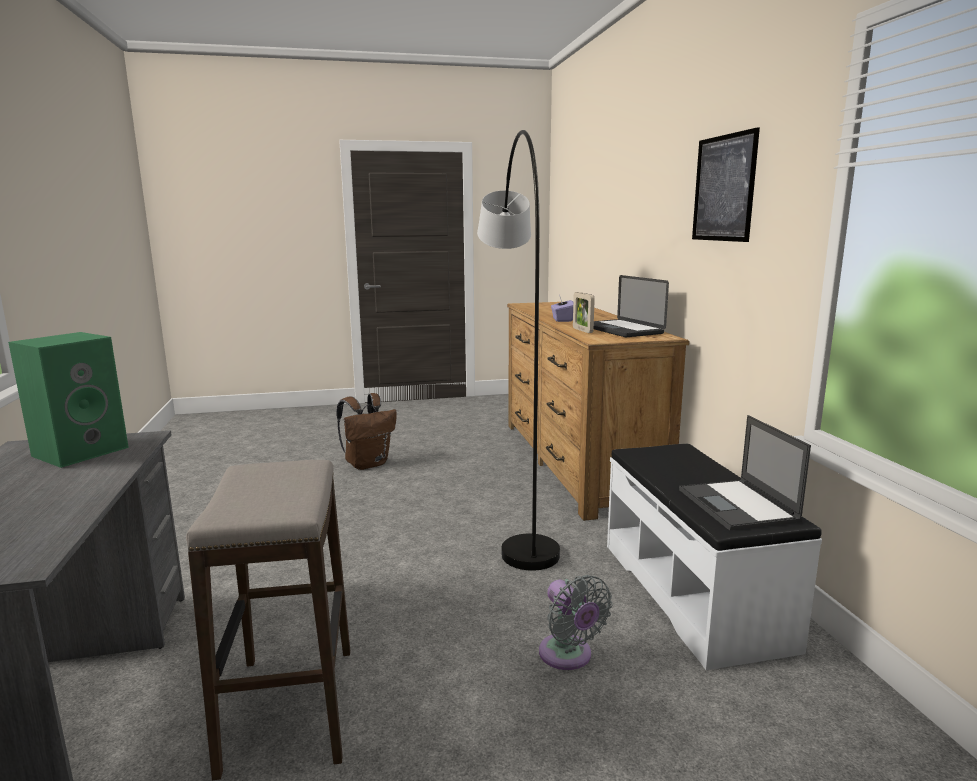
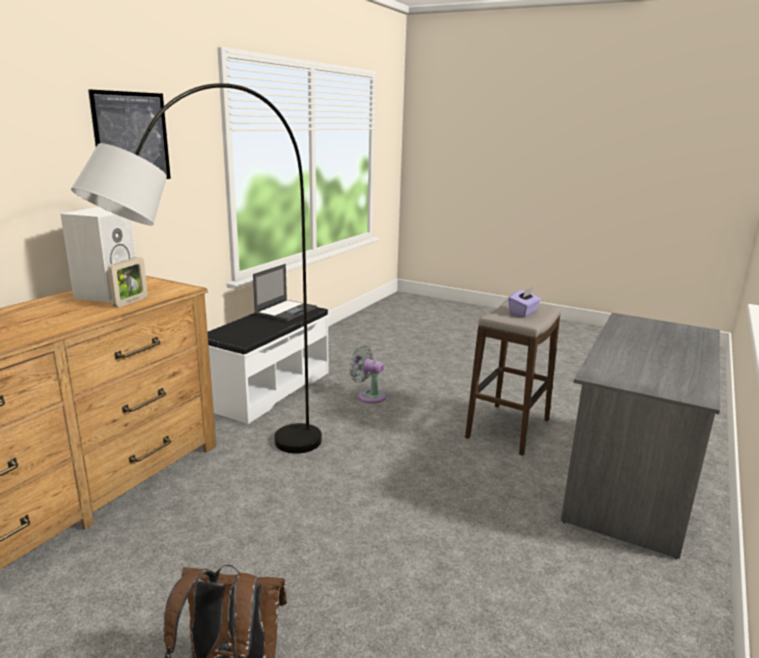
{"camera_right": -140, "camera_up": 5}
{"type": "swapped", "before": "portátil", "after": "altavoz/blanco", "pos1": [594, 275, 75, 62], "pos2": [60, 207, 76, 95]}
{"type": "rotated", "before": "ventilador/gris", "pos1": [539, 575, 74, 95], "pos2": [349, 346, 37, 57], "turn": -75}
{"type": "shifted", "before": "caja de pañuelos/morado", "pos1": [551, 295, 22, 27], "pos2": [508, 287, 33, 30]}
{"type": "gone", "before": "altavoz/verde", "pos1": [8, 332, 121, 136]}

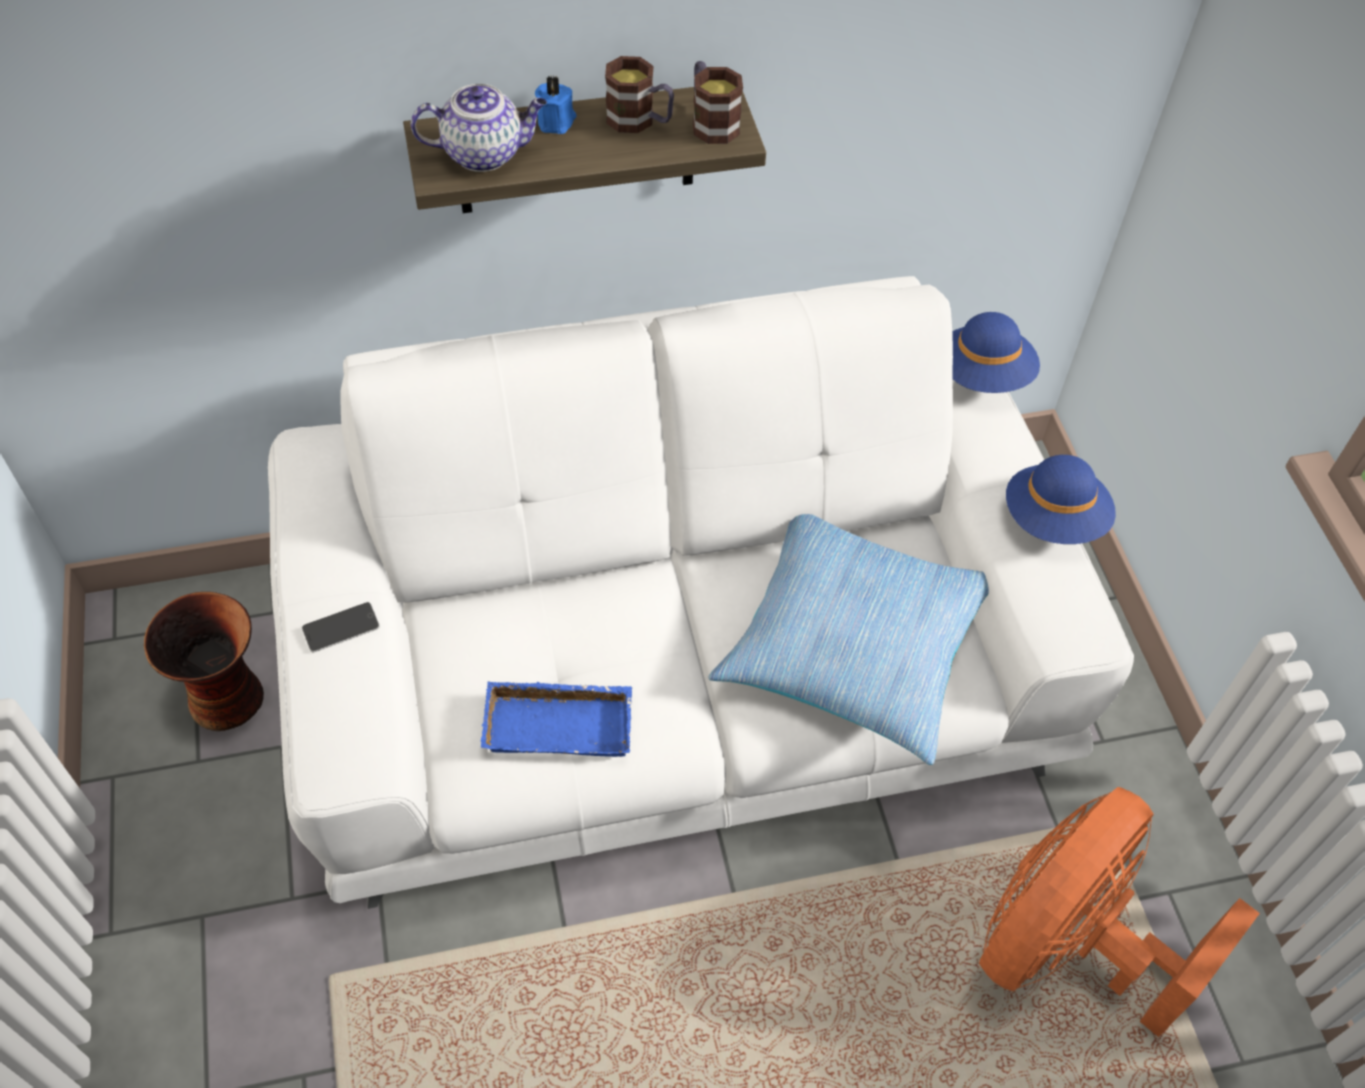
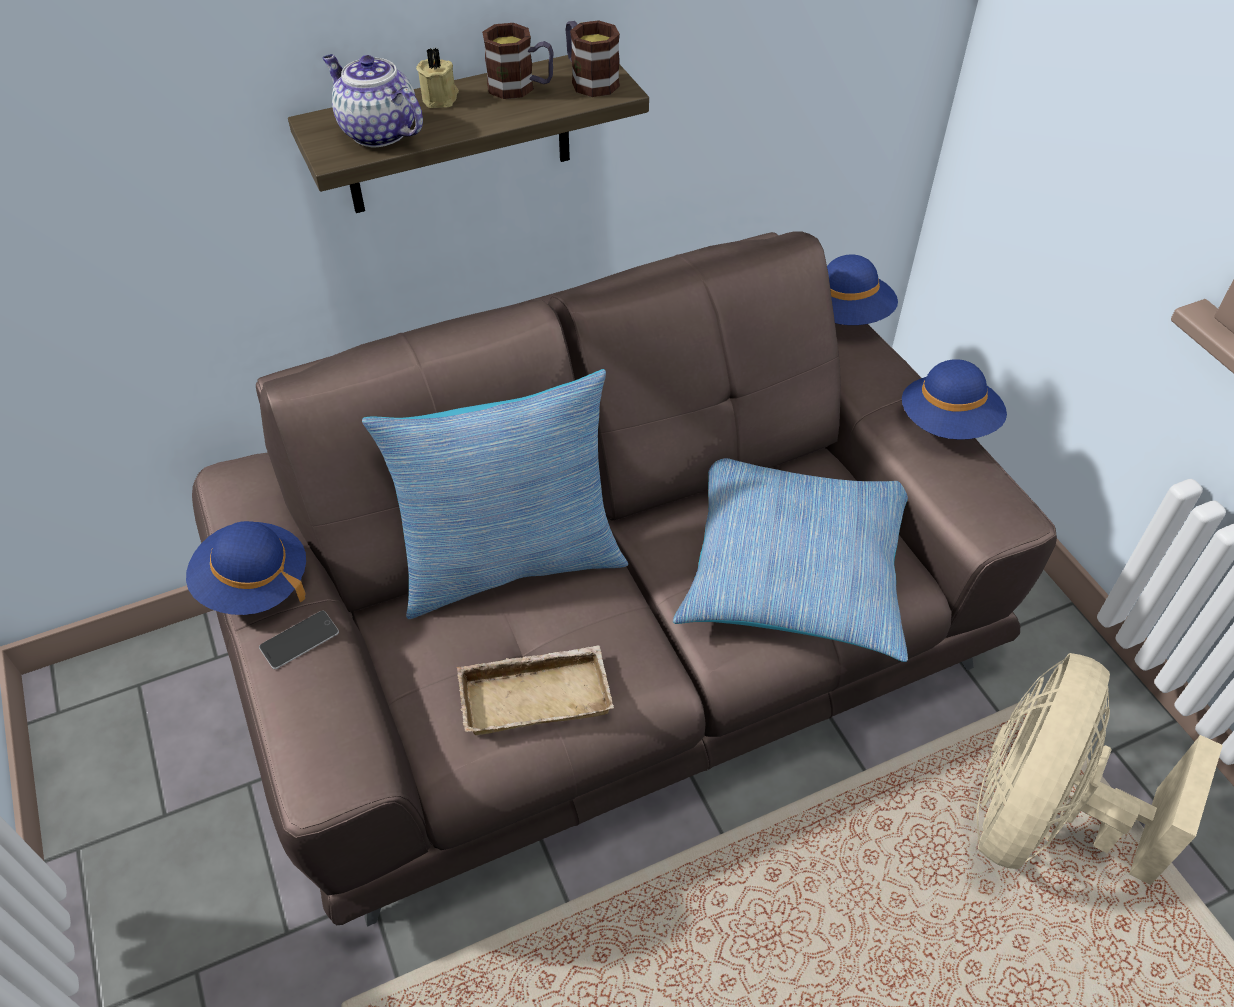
{"camera_right": -10, "camera_up": -5}
{"type": "new", "after": "sombrero/azul", "pos2": [186, 521, 120, 94]}
{"type": "repainted", "before": "sofá/blanco", "after": "sofá/marrón", "pos1": [268, 276, 866, 633], "pos2": [192, 231, 865, 695]}
{"type": "rotated", "before": "tetera", "pos1": [411, 84, 136, 88], "pos2": [322, 54, 101, 93], "turn": -120}
{"type": "new", "after": "cojín", "pos2": [362, 369, 266, 250]}
{"type": "repainted", "before": "vela/azul", "after": "vela/beis", "pos1": [535, 76, 42, 58], "pos2": [416, 48, 43, 60]}
{"type": "repainted", "before": "bandeja/azul", "after": "bandeja/beis", "pos1": [481, 682, 151, 75], "pos2": [457, 645, 157, 90]}
{"type": "repainted", "before": "ventilador/naranja", "after": "ventilador/beis", "pos1": [979, 787, 281, 250], "pos2": [977, 653, 246, 232]}
{"type": "gone", "before": "florero", "pos1": [144, 592, 120, 139]}

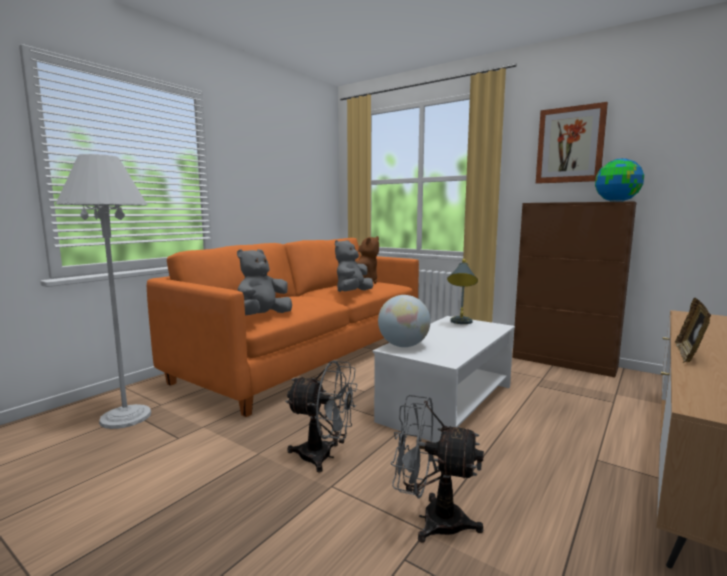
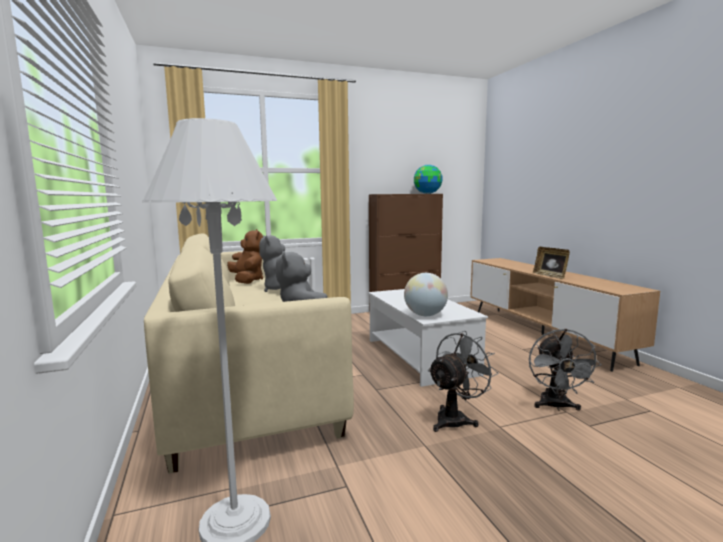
{"camera_right": -55, "camera_up": 0}
{"type": "repainted", "before": "sofá/naranja", "after": "sofá/beis", "pos1": [147, 238, 272, 179], "pos2": [144, 233, 210, 241]}
{"type": "rotated", "before": "ventilador/gris", "pos1": [391, 395, 93, 148], "pos2": [529, 329, 73, 82], "turn": -45}
{"type": "gone", "before": "lámpara de mesa/gris", "pos1": [447, 259, 31, 65]}
{"type": "gone", "before": "cuadro", "pos1": [536, 102, 72, 82]}

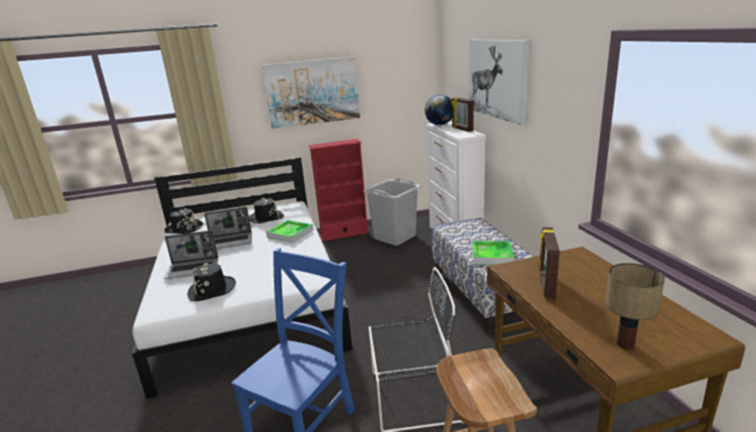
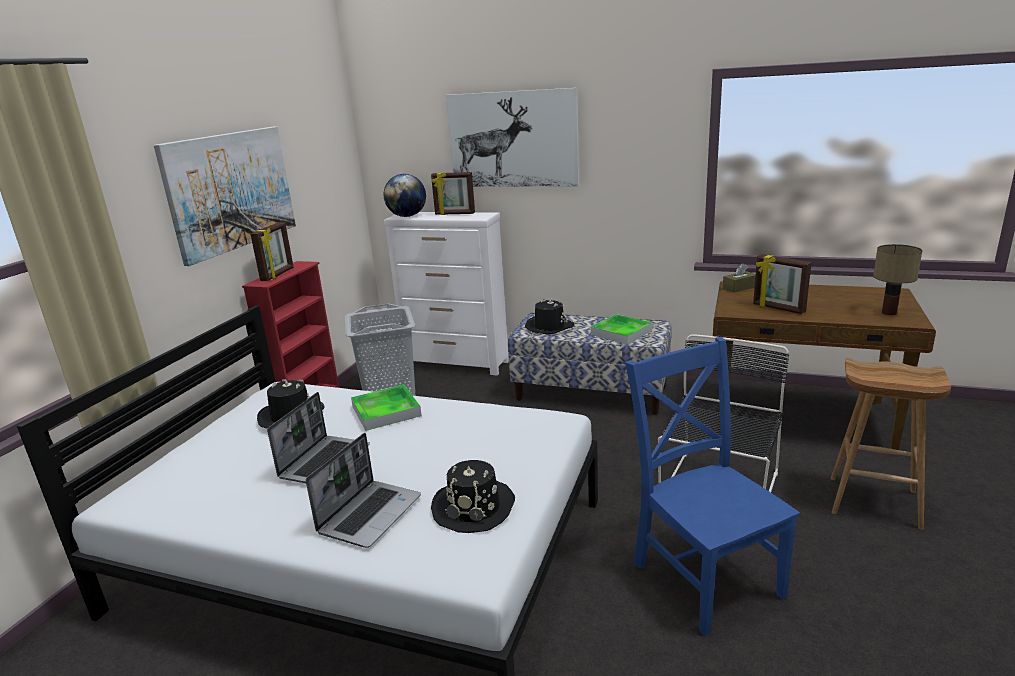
{"camera_right": -55, "camera_up": 0}
{"type": "new", "after": "portarretratos", "pos2": [250, 222, 44, 59]}
{"type": "shifted", "before": "sombrero/negro", "pos1": [164, 208, 39, 26], "pos2": [525, 299, 50, 35]}
{"type": "new", "after": "caja de pañuelos/marrón", "pos2": [723, 263, 33, 30]}

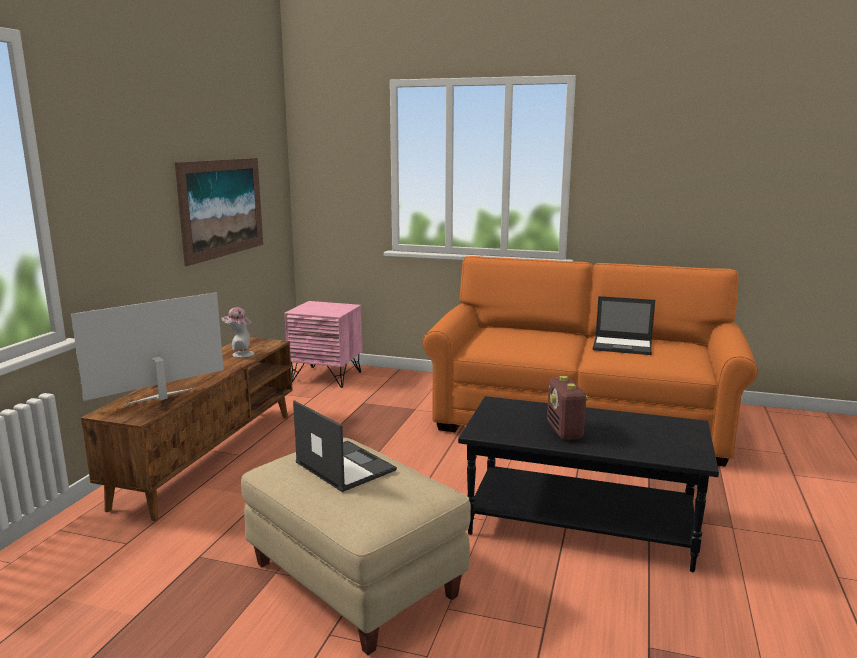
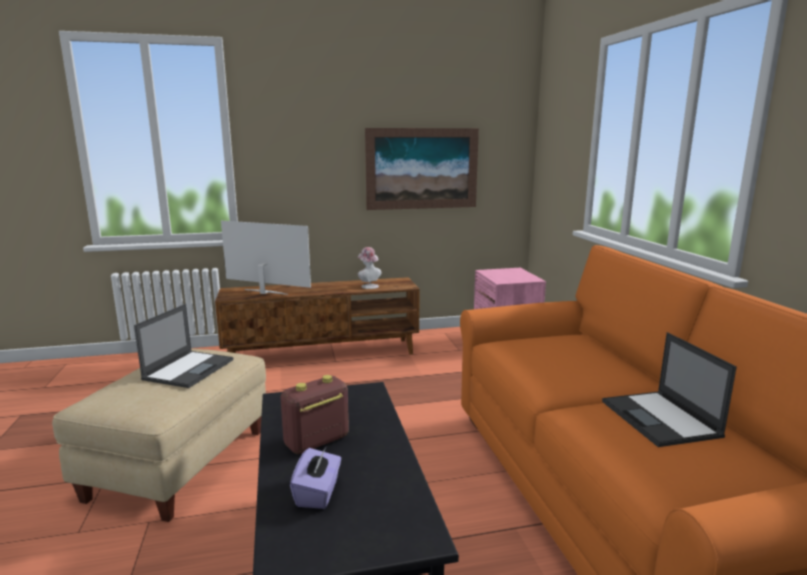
{"camera_right": 60, "camera_up": 0}
{"type": "new", "after": "caja de pañuelos/morado", "pos2": [290, 448, 51, 61]}

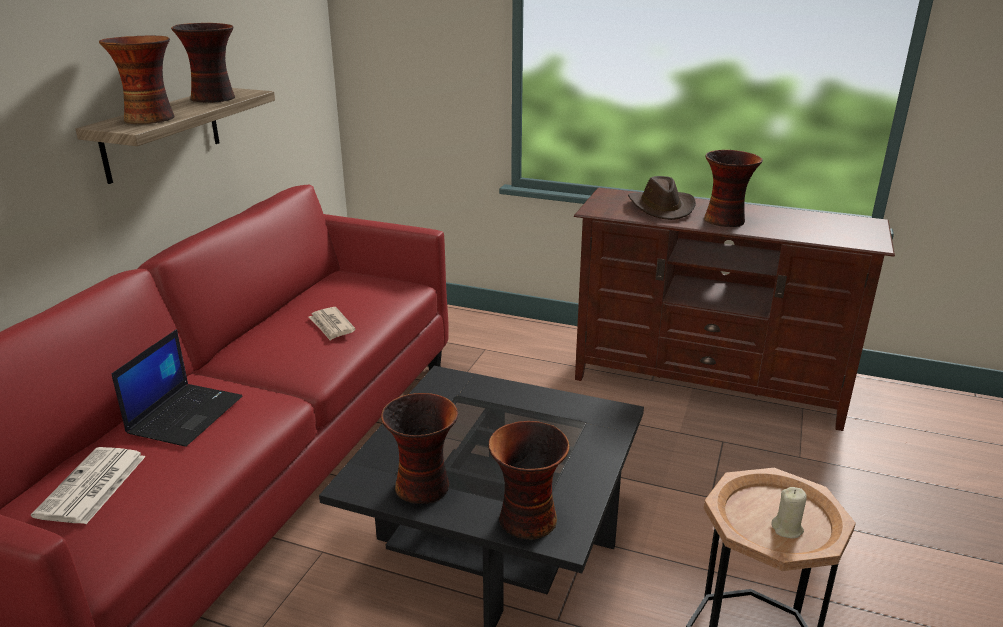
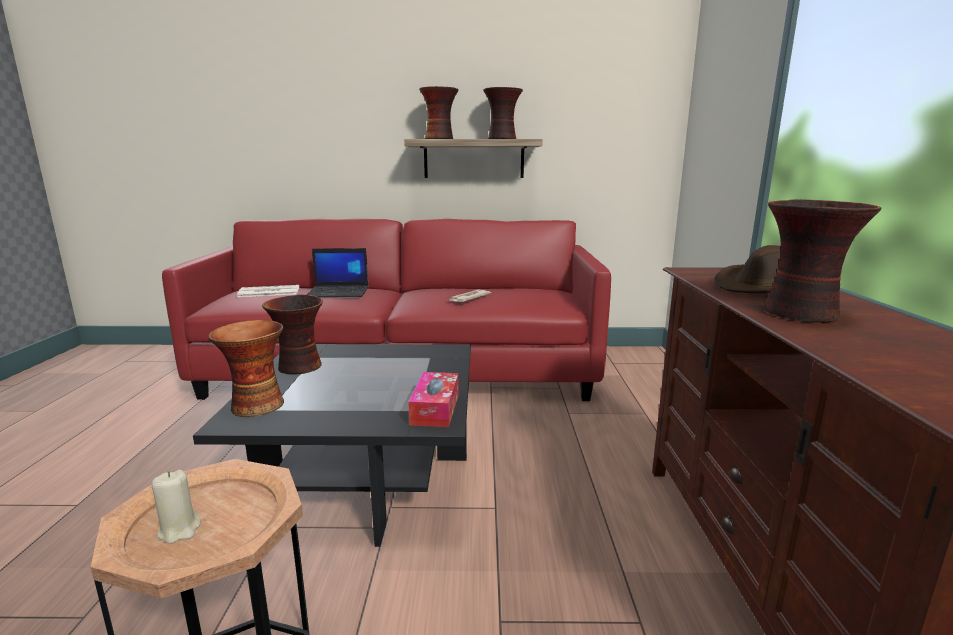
{"camera_right": 70, "camera_up": -10}
{"type": "new", "after": "caja de pañuelos", "pos2": [408, 372, 51, 55]}

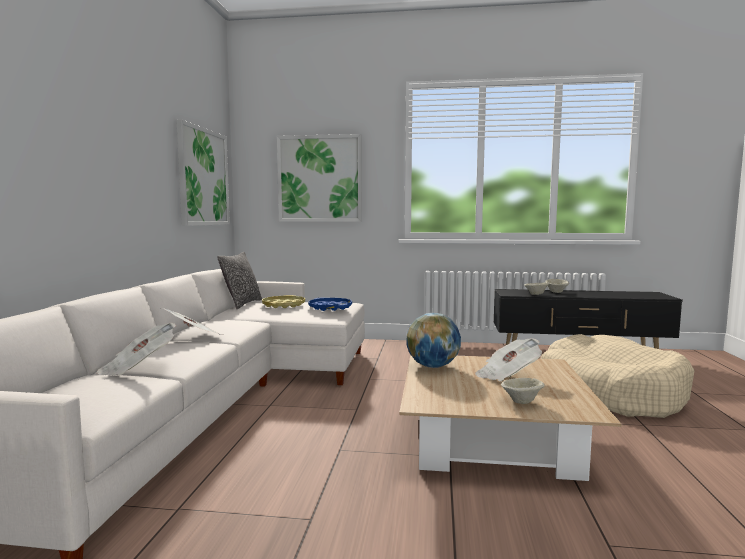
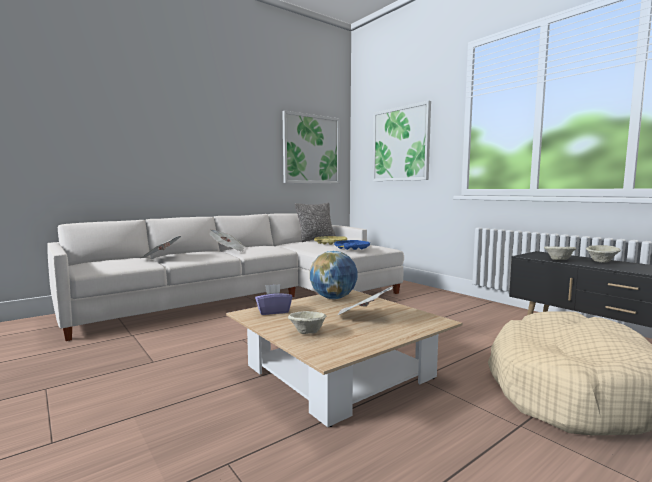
{"camera_right": 45, "camera_up": 0}
{"type": "new", "after": "caja de pañuelos/morado", "pos2": [255, 284, 37, 31]}

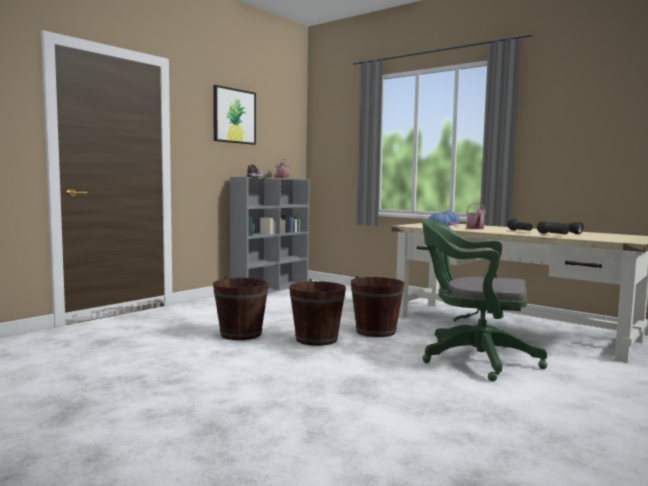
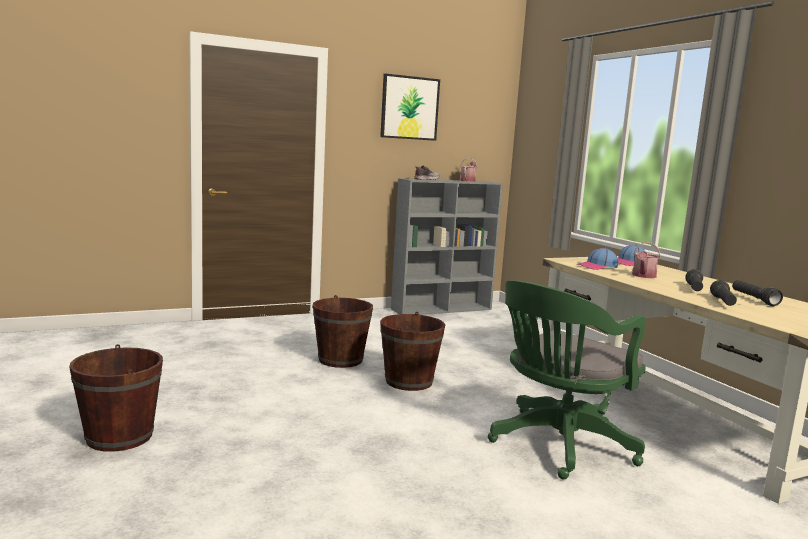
{"camera_right": 25, "camera_up": 5}
{"type": "shifted", "before": "cubo/marrón", "pos1": [351, 276, 53, 61], "pos2": [69, 344, 94, 108]}
{"type": "rotated", "before": "silla de oficina/verde", "pos1": [422, 219, 125, 162], "pos2": [488, 280, 158, 199], "turn": -90}

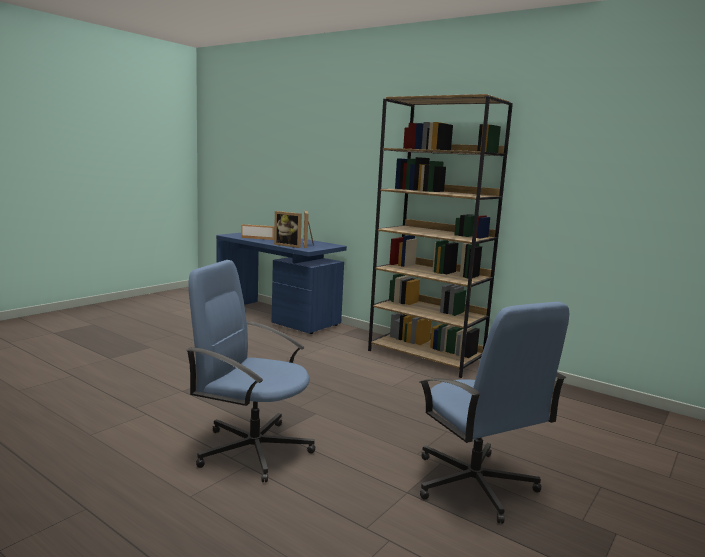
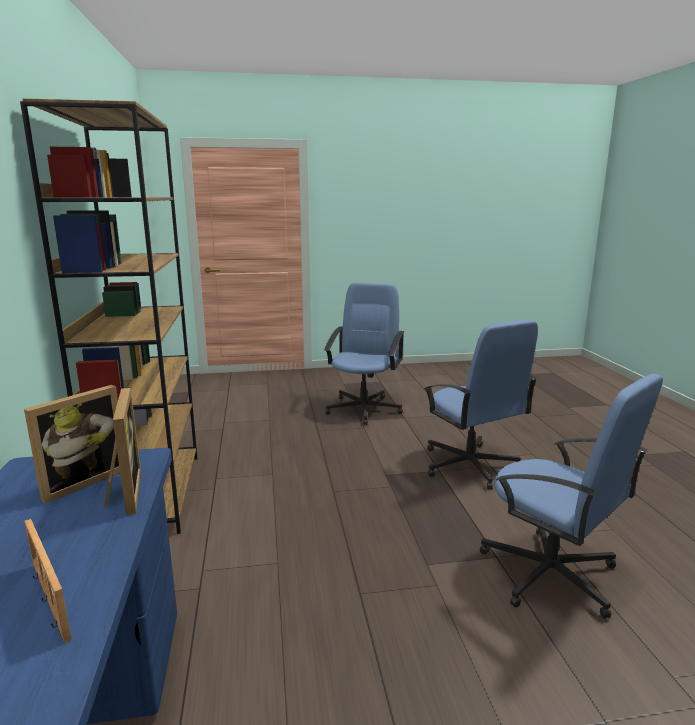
{"camera_right": -135, "camera_up": 5}
{"type": "new", "after": "silla de oficina/azul", "pos2": [479, 374, 184, 245]}

